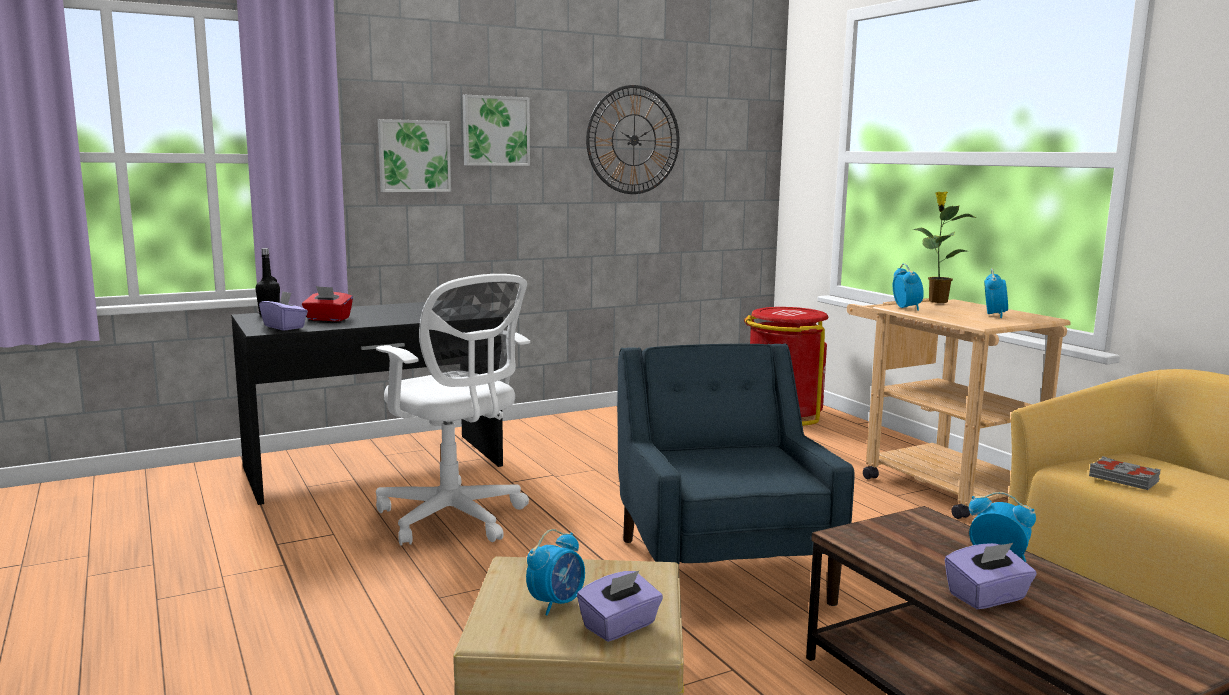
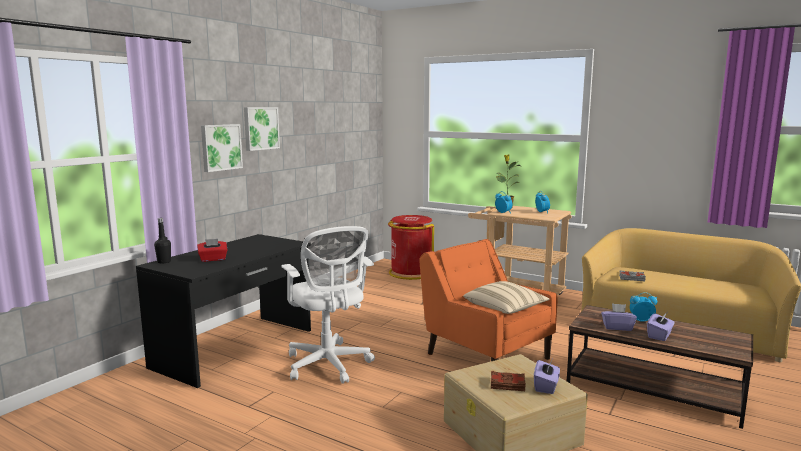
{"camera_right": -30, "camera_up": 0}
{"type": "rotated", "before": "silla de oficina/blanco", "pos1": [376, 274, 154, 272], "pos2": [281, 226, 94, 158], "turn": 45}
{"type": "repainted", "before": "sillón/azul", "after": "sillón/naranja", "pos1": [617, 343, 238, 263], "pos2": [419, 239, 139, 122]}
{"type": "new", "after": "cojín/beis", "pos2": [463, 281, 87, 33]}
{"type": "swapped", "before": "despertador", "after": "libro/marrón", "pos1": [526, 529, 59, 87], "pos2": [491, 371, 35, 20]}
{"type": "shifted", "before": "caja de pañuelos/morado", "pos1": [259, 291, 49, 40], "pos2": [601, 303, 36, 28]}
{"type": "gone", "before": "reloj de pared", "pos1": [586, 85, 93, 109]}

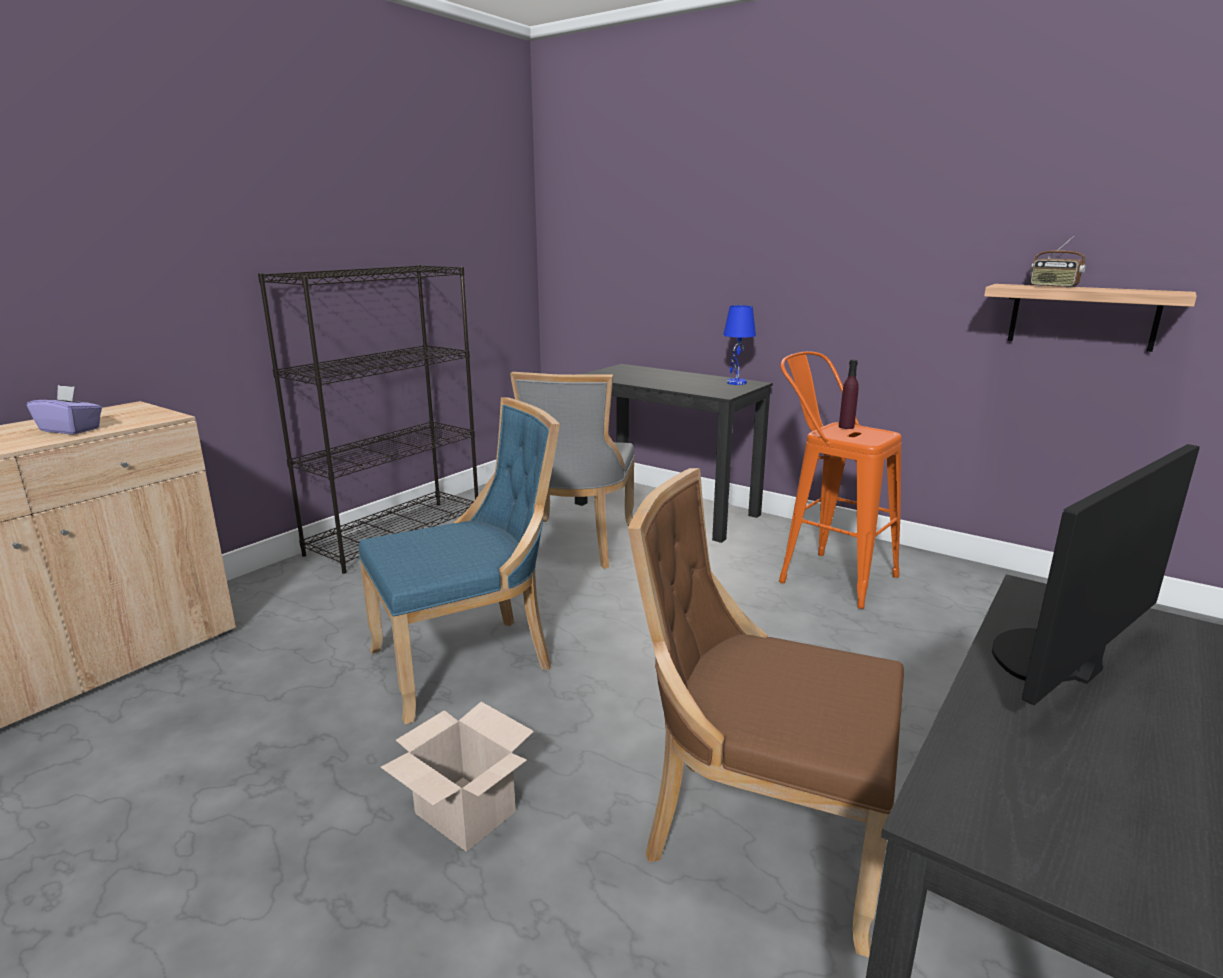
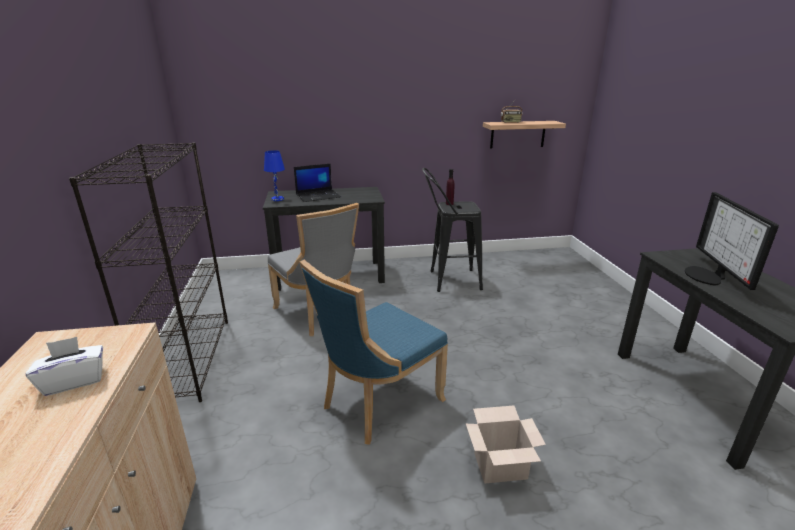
{"camera_right": -45, "camera_up": 5}
{"type": "repainted", "before": "caja de pañuelos/morado", "after": "caja de pañuelos/blanco", "pos1": [27, 385, 75, 49], "pos2": [25, 337, 78, 59]}
{"type": "shifted", "before": "lámpara de mesa/azul", "pos1": [723, 305, 33, 80], "pos2": [264, 150, 21, 51]}
{"type": "new", "after": "portátil", "pos2": [294, 163, 47, 39]}
{"type": "rotated", "before": "silla/azul", "pos1": [359, 397, 201, 327], "pos2": [300, 260, 148, 185], "turn": -150}
{"type": "repainted", "before": "taburete/naranja", "after": "taburete/negro", "pos1": [779, 351, 123, 258], "pos2": [422, 168, 61, 124]}
{"type": "gone", "before": "silla/marrón", "pos1": [628, 468, 276, 490]}

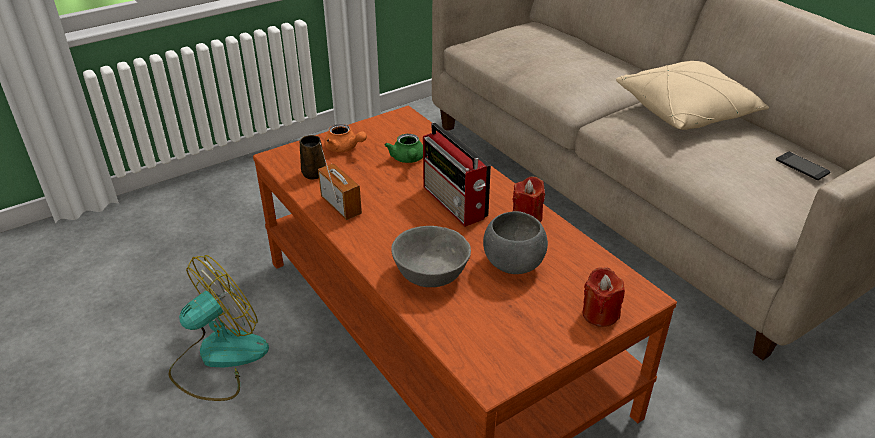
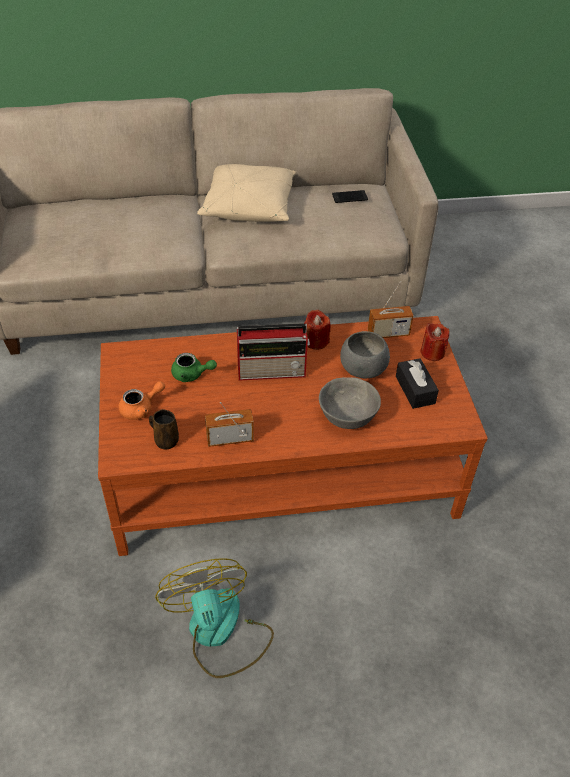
{"camera_right": -65, "camera_up": 10}
{"type": "new", "after": "radio", "pos2": [368, 281, 45, 57]}
{"type": "new", "after": "caja de pañuelos/negro", "pos2": [396, 358, 43, 51]}

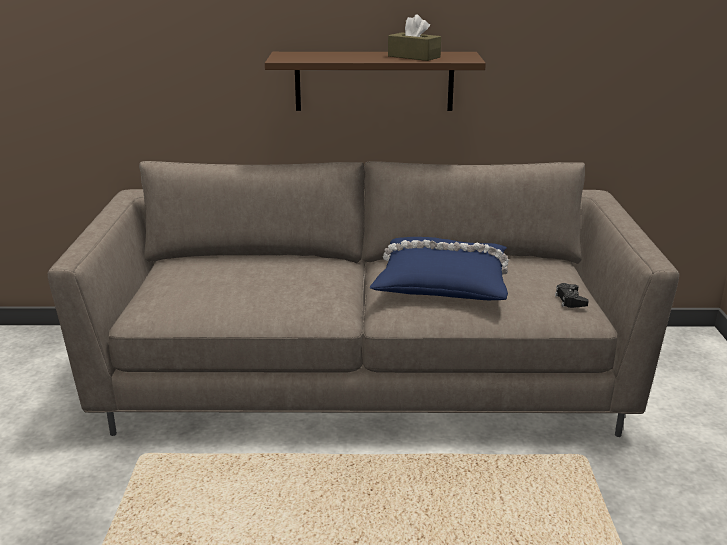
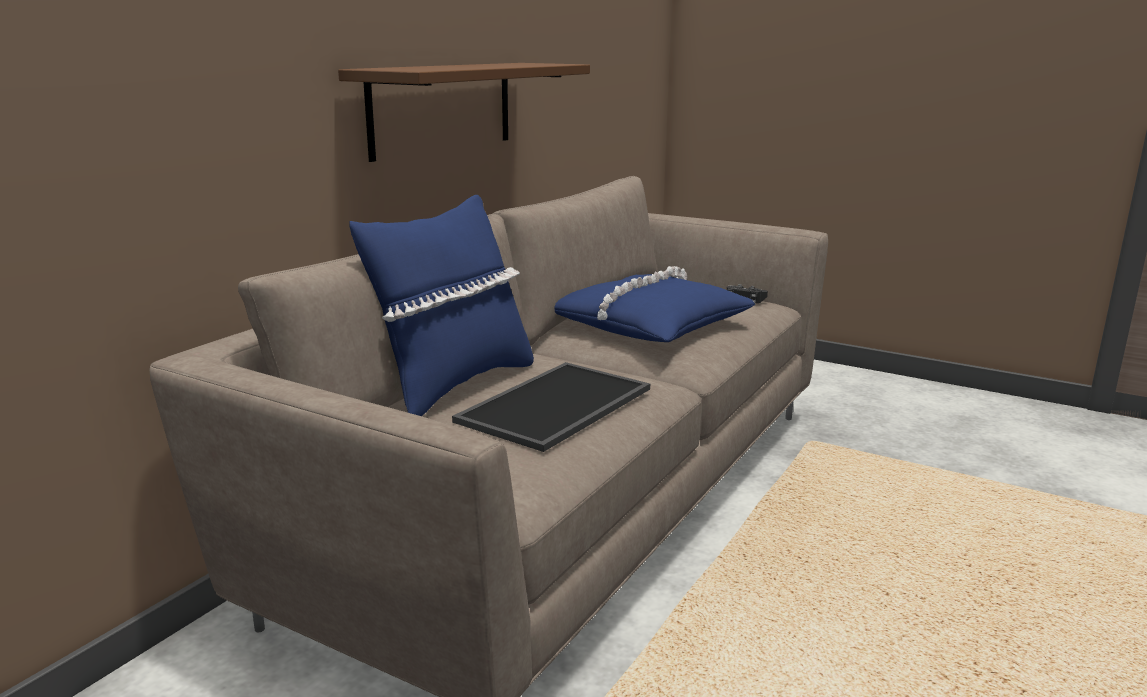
{"camera_right": -60, "camera_up": -5}
{"type": "new", "after": "cojín/azul", "pos2": [349, 195, 185, 221]}
{"type": "new", "after": "bandeja", "pos2": [452, 362, 198, 90]}
{"type": "gone", "before": "caja de pañuelos/marrón", "pos1": [388, 14, 53, 47]}

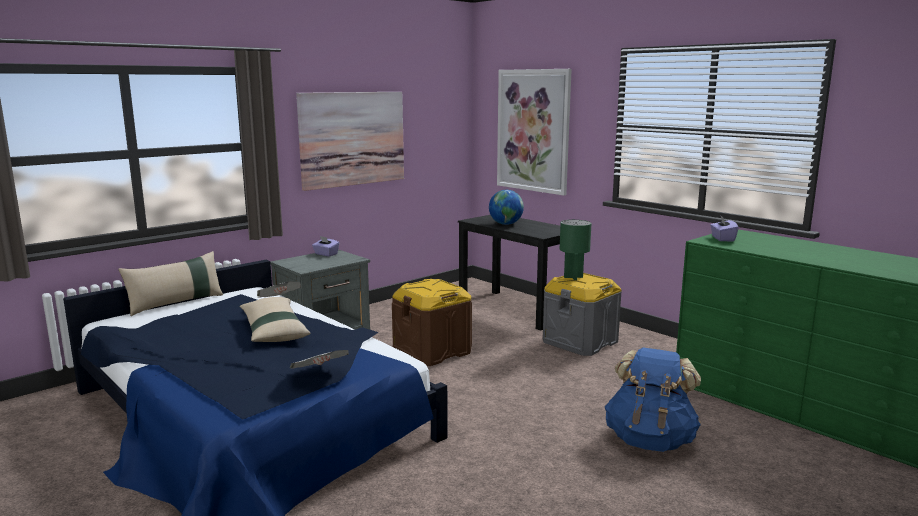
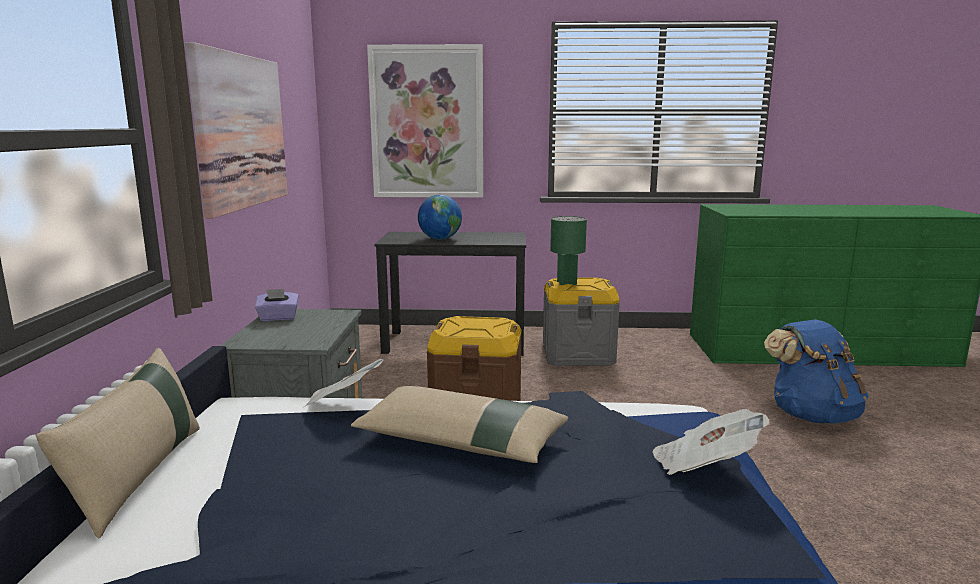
{"camera_right": -45, "camera_up": 0}
{"type": "gone", "before": "caja de pañuelos/morado", "pos1": [710, 215, 29, 26]}

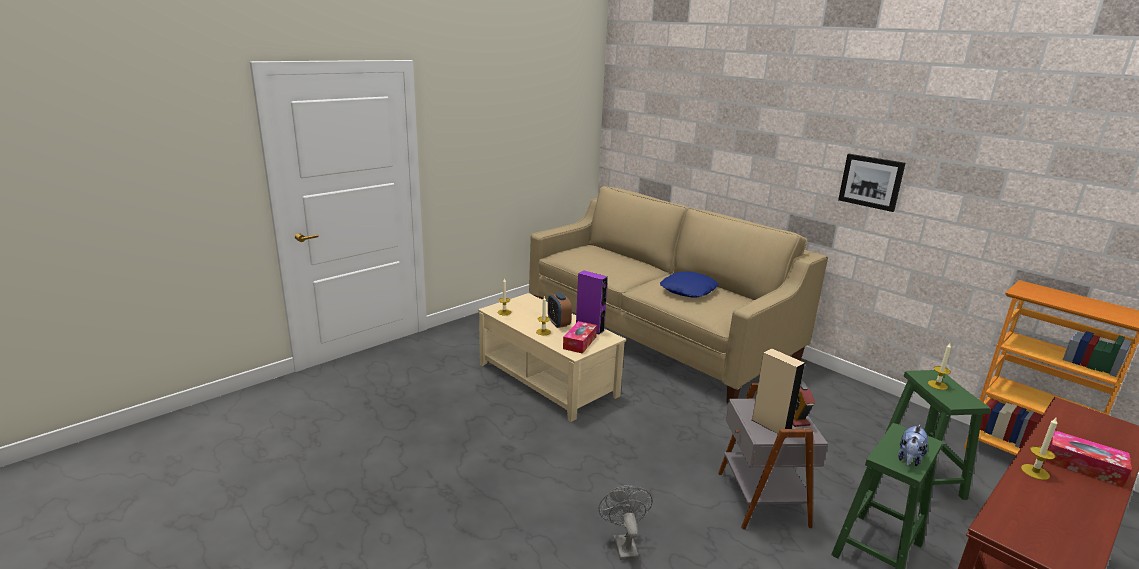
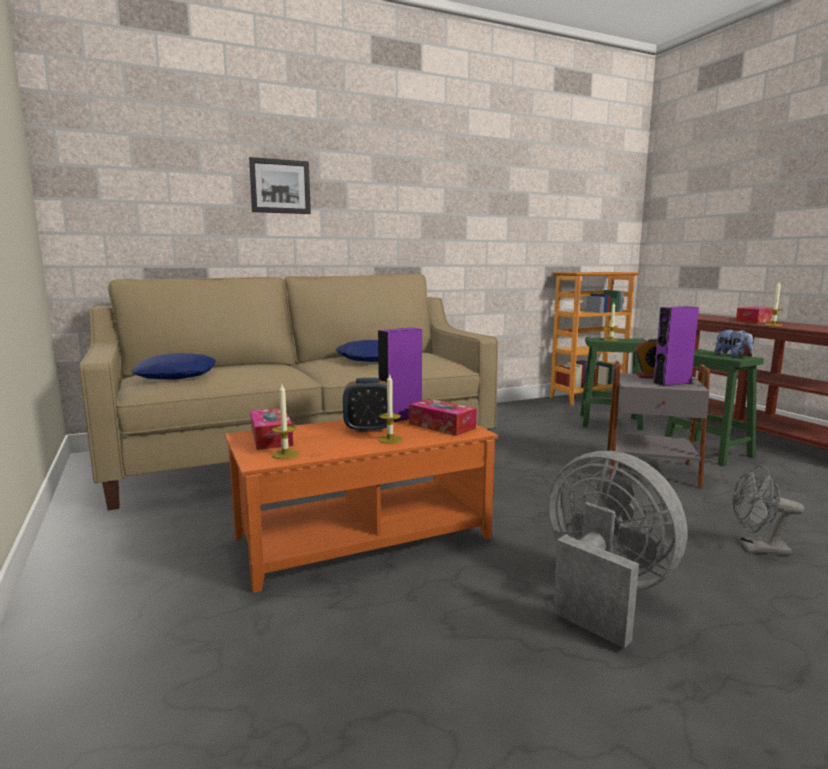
{"camera_right": -70, "camera_up": -10}
{"type": "new", "after": "cojín/azul", "pos2": [131, 353, 85, 27]}
{"type": "repainted", "before": "mesa de centro/beis", "after": "mesa de centro/naranja", "pos1": [478, 293, 148, 129], "pos2": [225, 419, 273, 174]}
{"type": "shifted", "before": "cuadro", "pos1": [838, 154, 68, 58], "pos2": [249, 157, 62, 57]}
{"type": "new", "after": "caja de pañuelos", "pos2": [250, 408, 43, 42]}
{"type": "new", "after": "ventilador/gris", "pos2": [548, 451, 139, 198]}
{"type": "repainted", "before": "altavoz/beis", "after": "altavoz/morado", "pos1": [752, 349, 53, 85], "pos2": [653, 306, 46, 80]}

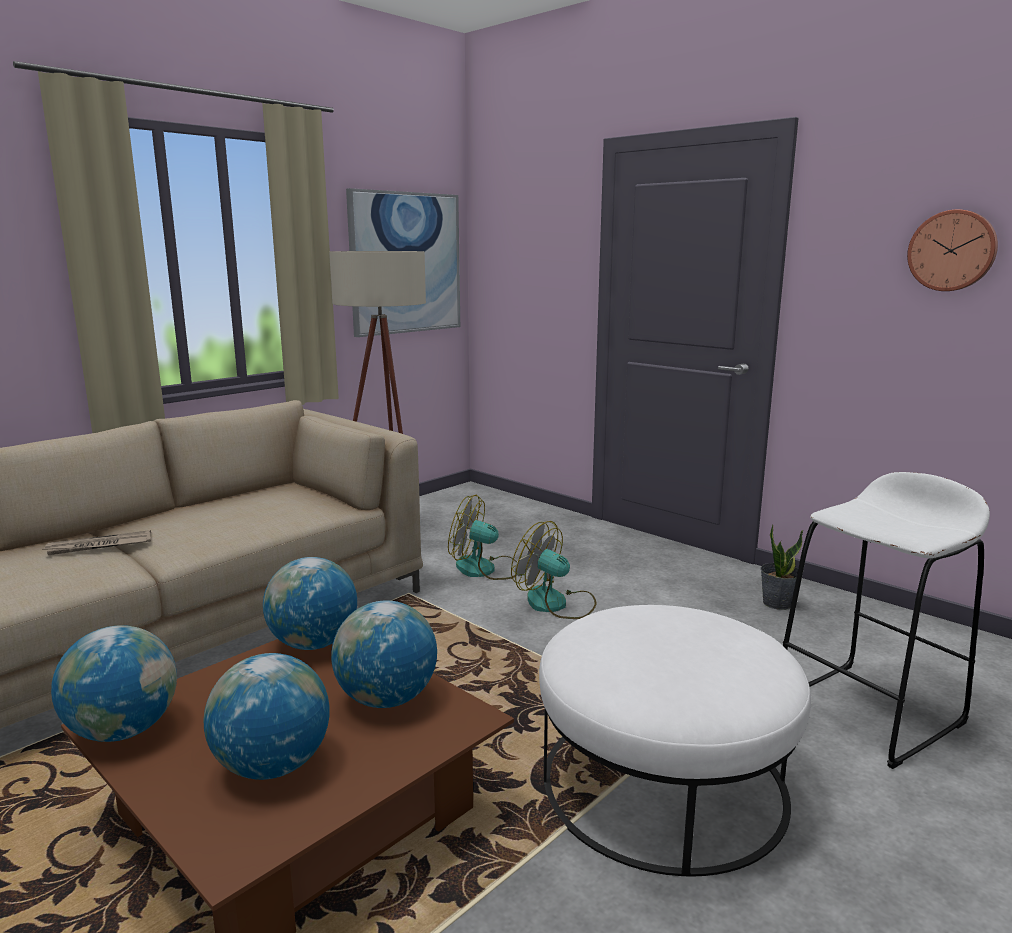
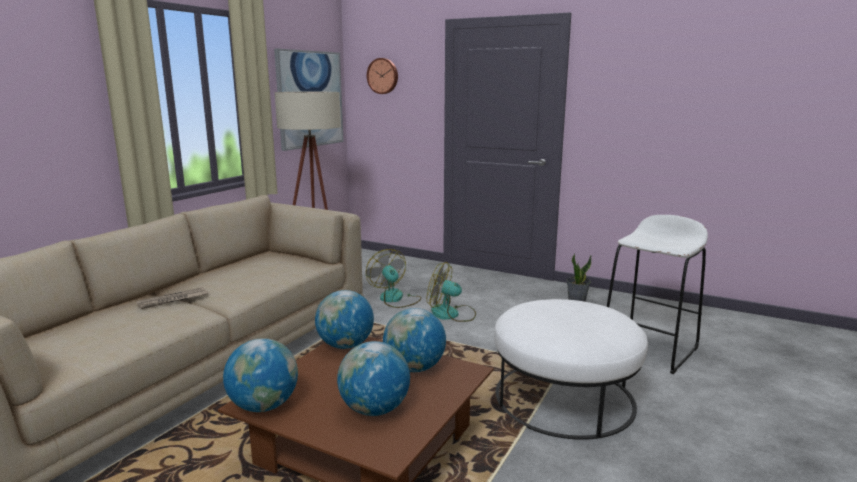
{"camera_right": -15, "camera_up": 0}
{"type": "rotated", "before": "ventilador", "pos1": [448, 494, 69, 86], "pos2": [366, 249, 55, 59], "turn": 60}
{"type": "shifted", "before": "reloj de pared", "pos1": [907, 209, 91, 82], "pos2": [367, 58, 31, 36]}

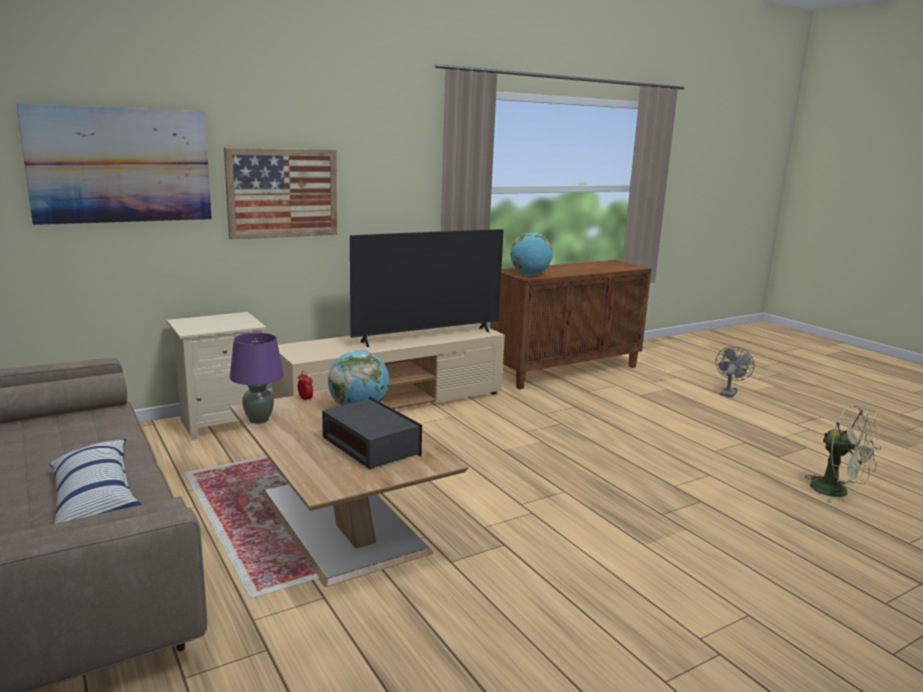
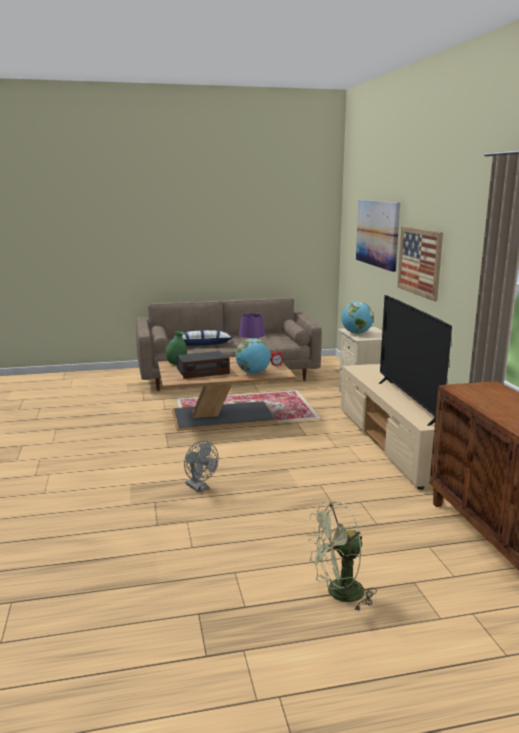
{"camera_right": 110, "camera_up": 0}
{"type": "new", "after": "florero/verde", "pos2": [166, 331, 21, 34]}
{"type": "shifted", "before": "ventilador/gris", "pos1": [715, 347, 40, 51], "pos2": [184, 441, 34, 52]}
{"type": "shifted", "before": "ventilador/verde", "pos1": [805, 405, 76, 98], "pos2": [306, 501, 71, 110]}
{"type": "shifted", "before": "globo terráqueo", "pos1": [510, 232, 43, 44], "pos2": [341, 302, 33, 32]}

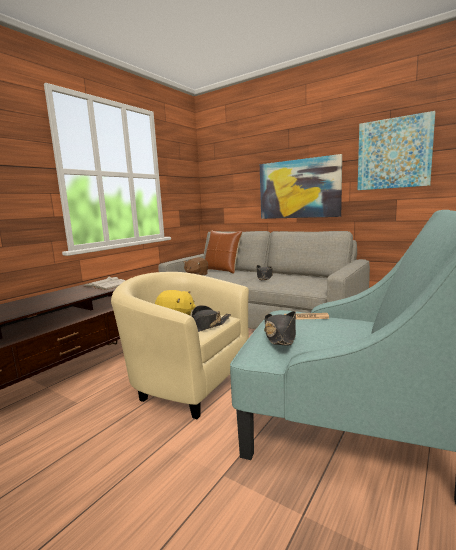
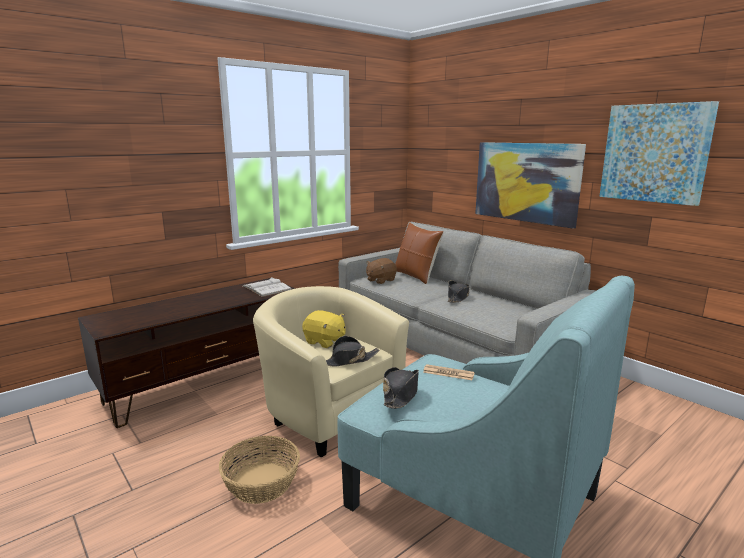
{"camera_right": 15, "camera_up": 5}
{"type": "new", "after": "cesta", "pos2": [219, 436, 81, 68]}

